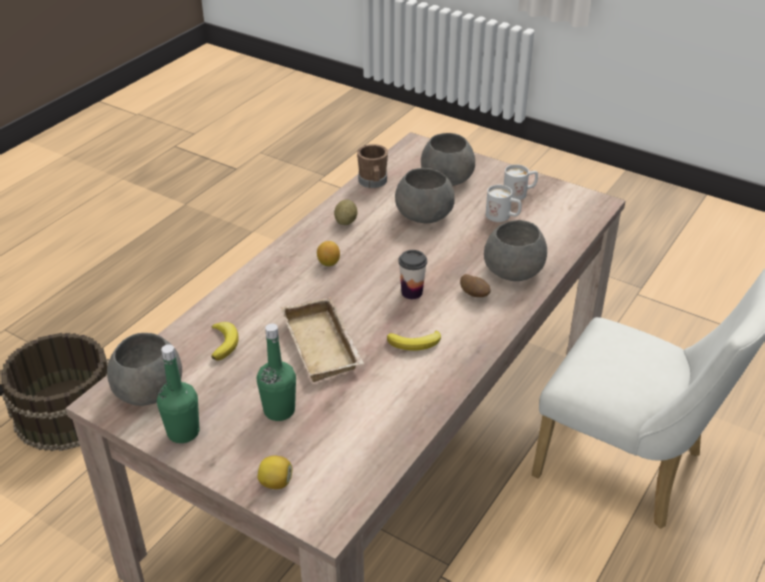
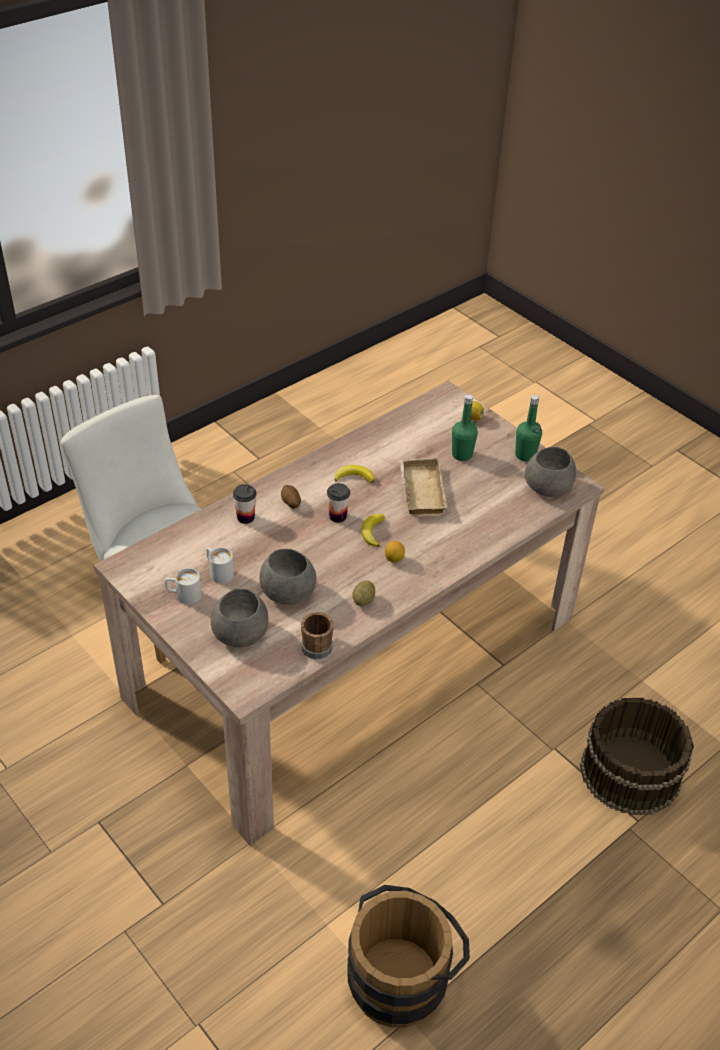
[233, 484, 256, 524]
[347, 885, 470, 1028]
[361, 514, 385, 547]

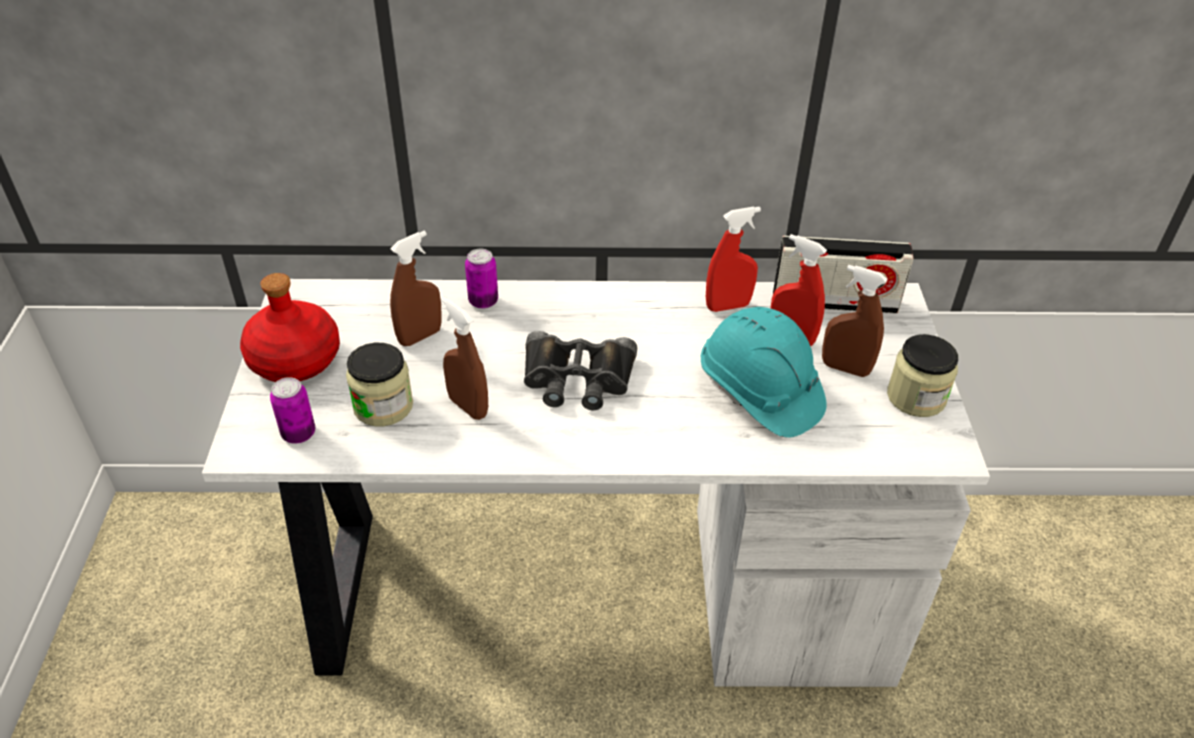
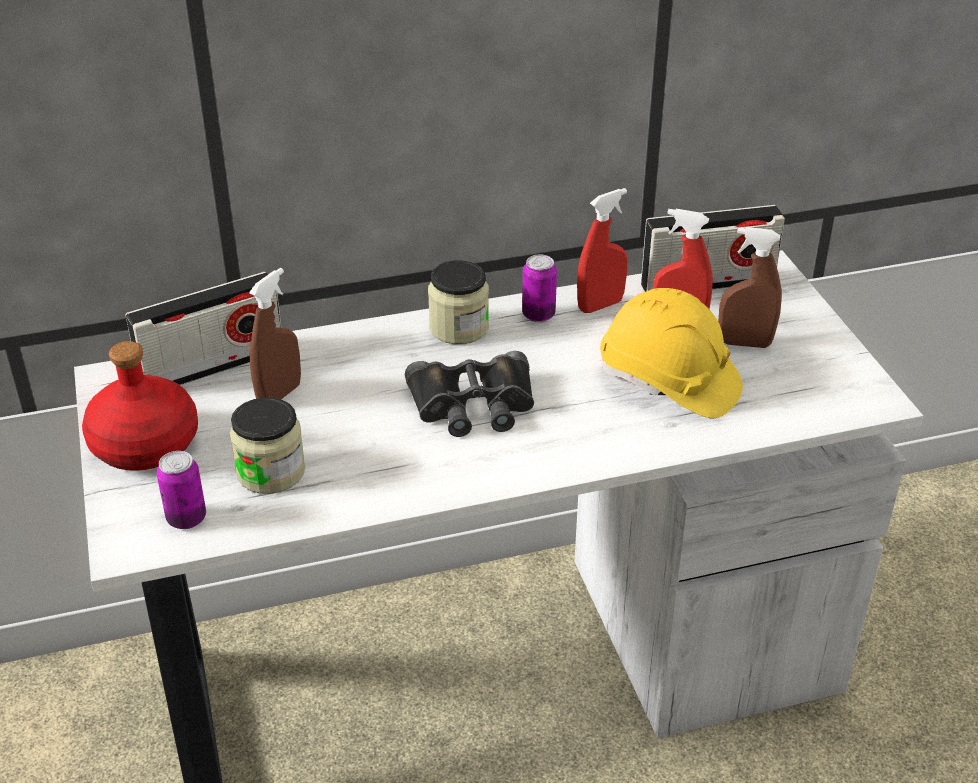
[125, 272, 281, 385]
[428, 260, 489, 344]
[522, 255, 557, 322]
[600, 288, 743, 418]
[442, 297, 488, 420] (first image)

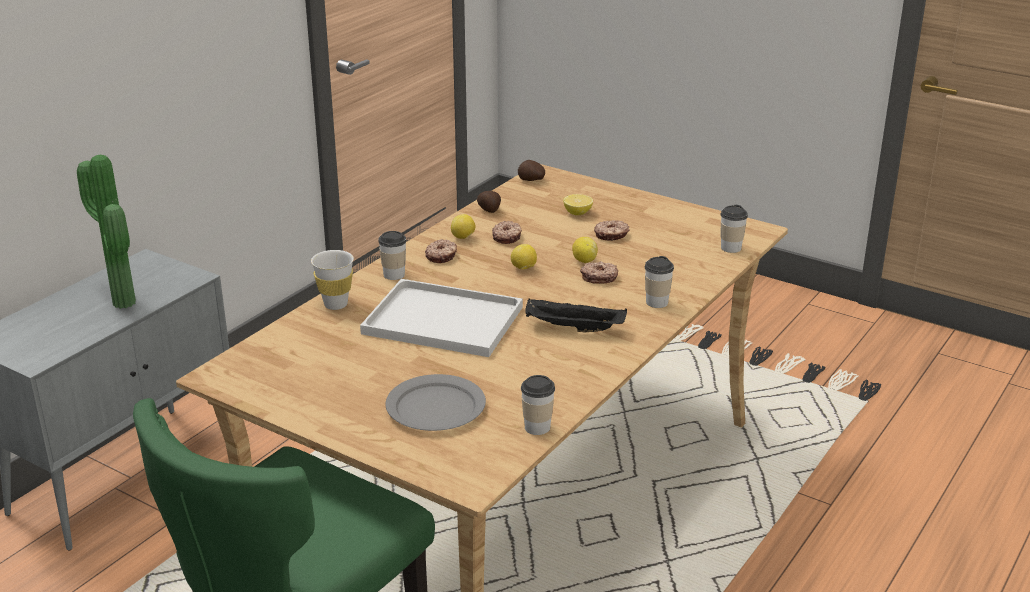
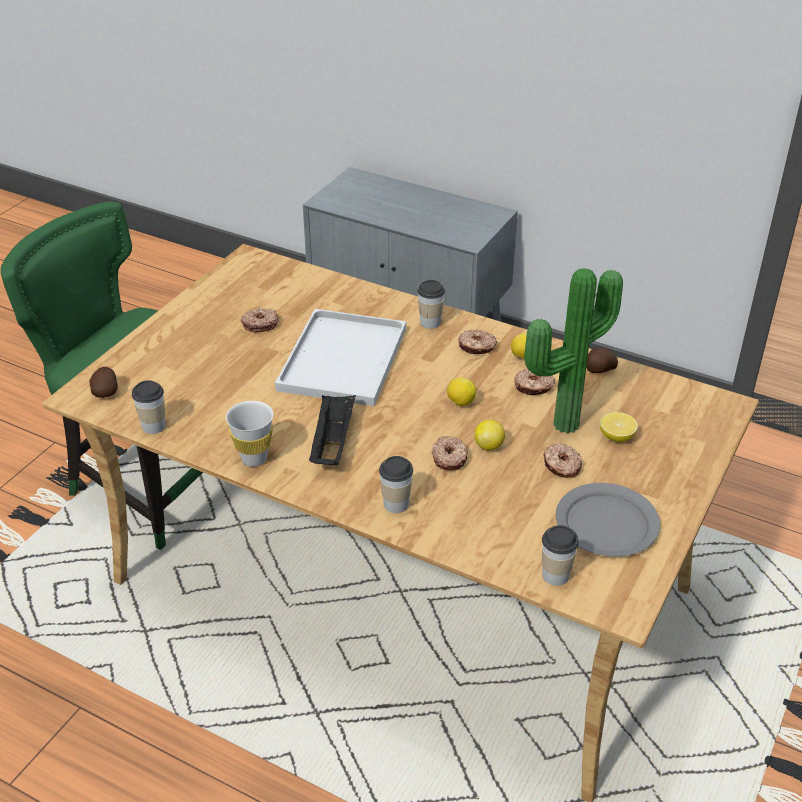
[90, 367, 118, 398]
[226, 401, 273, 467]
[240, 308, 278, 332]
[524, 268, 623, 434]
[556, 483, 660, 557]

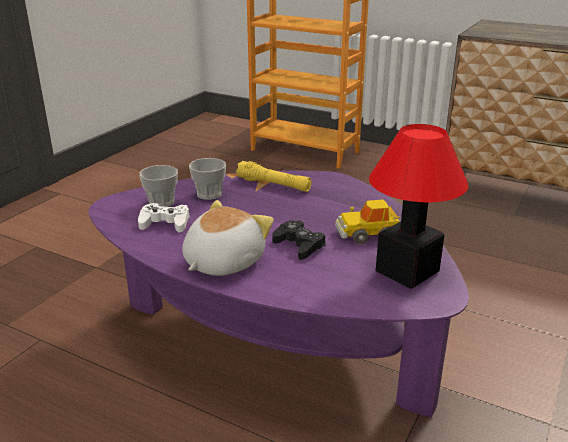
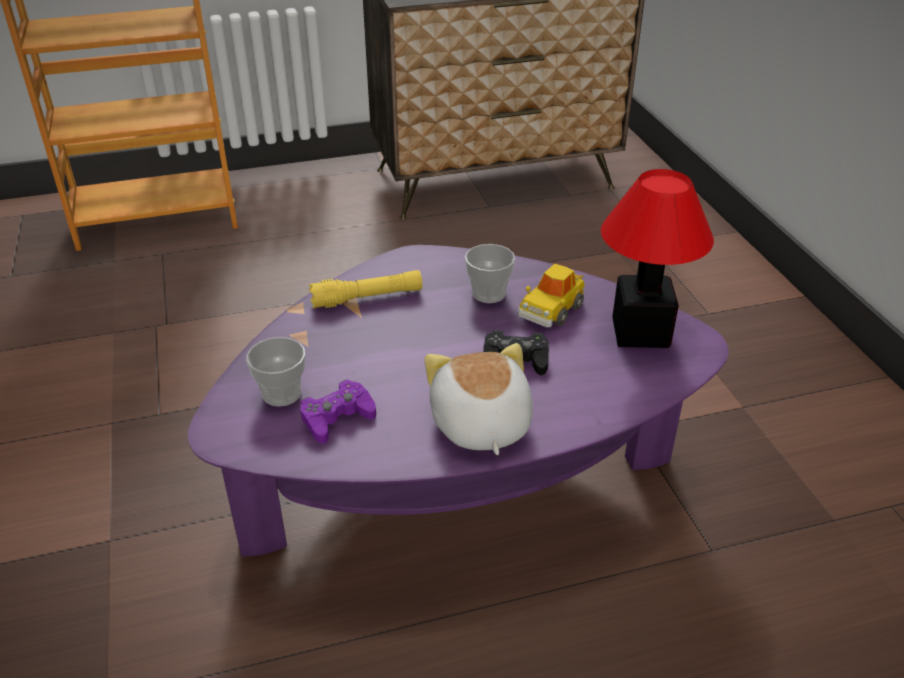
[300, 380, 376, 444]
[465, 244, 515, 303]

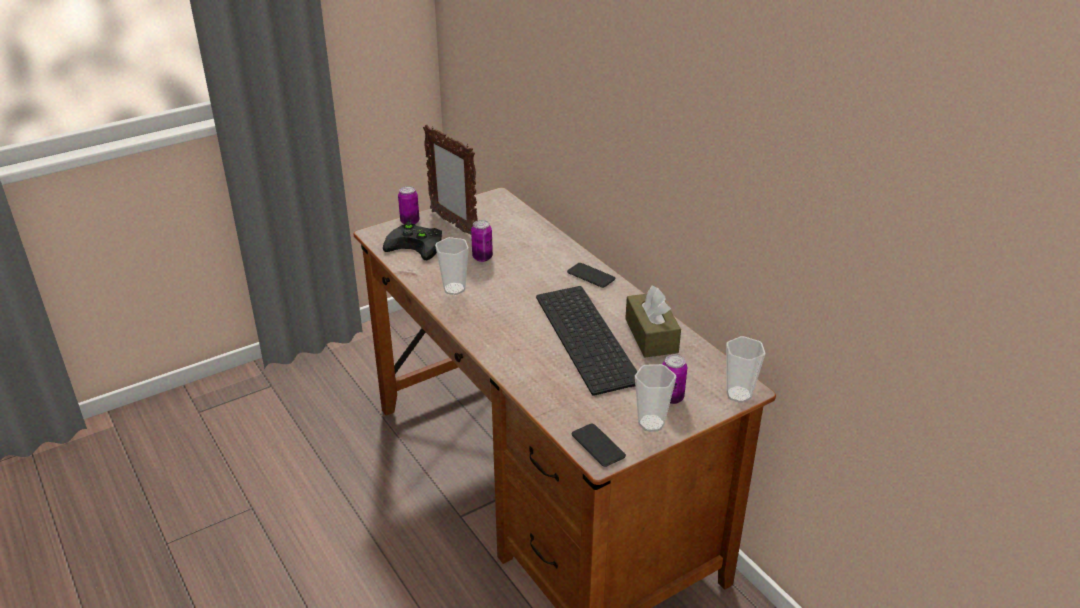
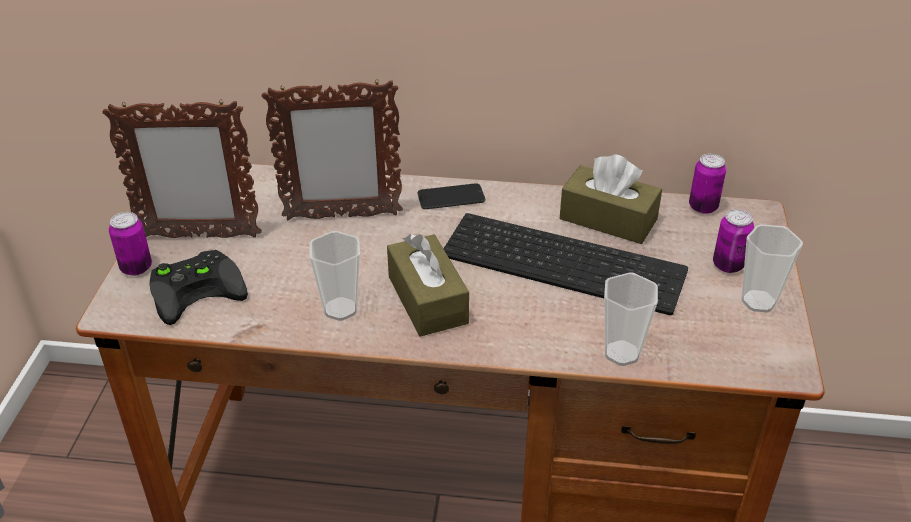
[262, 79, 403, 220]
[387, 234, 469, 337]
[604, 272, 658, 366]
[689, 154, 727, 214]
[572, 424, 626, 467] (first image)

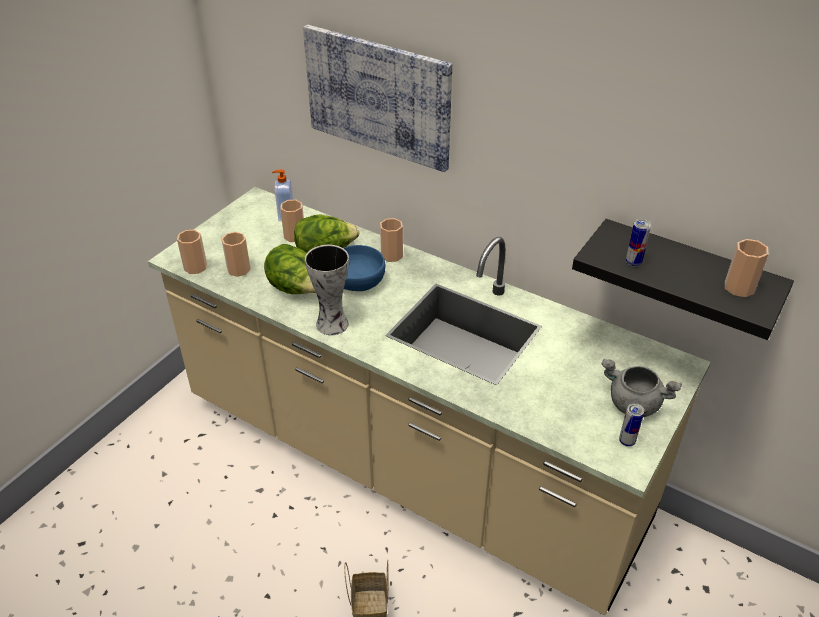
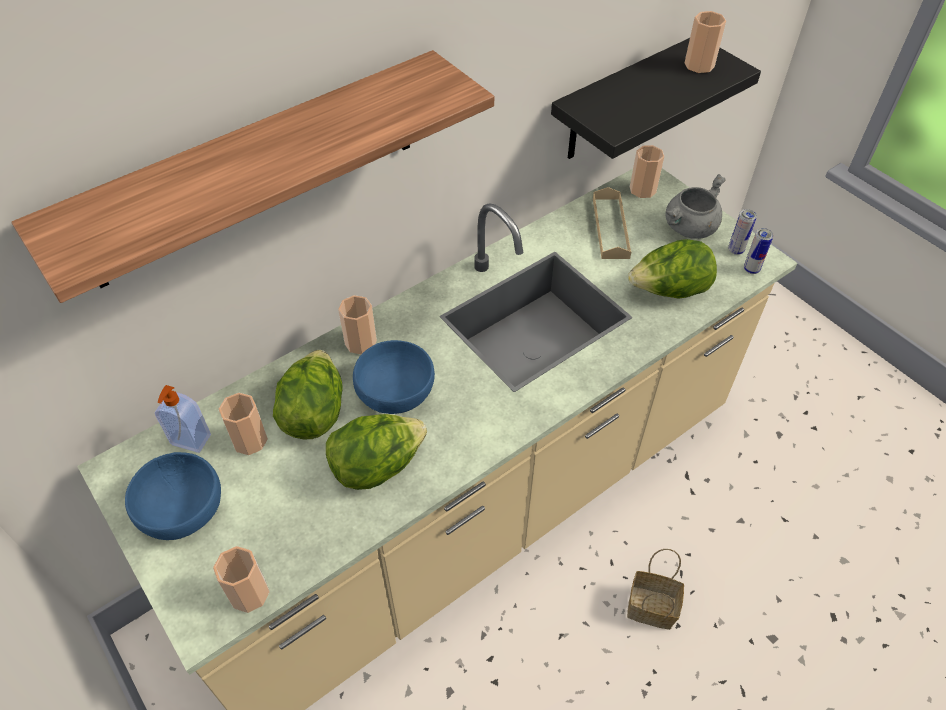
[11, 50, 494, 303]
[125, 452, 221, 540]
[593, 187, 631, 259]
[628, 239, 717, 299]
[630, 145, 664, 198]
[744, 228, 774, 274]
[305, 245, 349, 335] (first image)

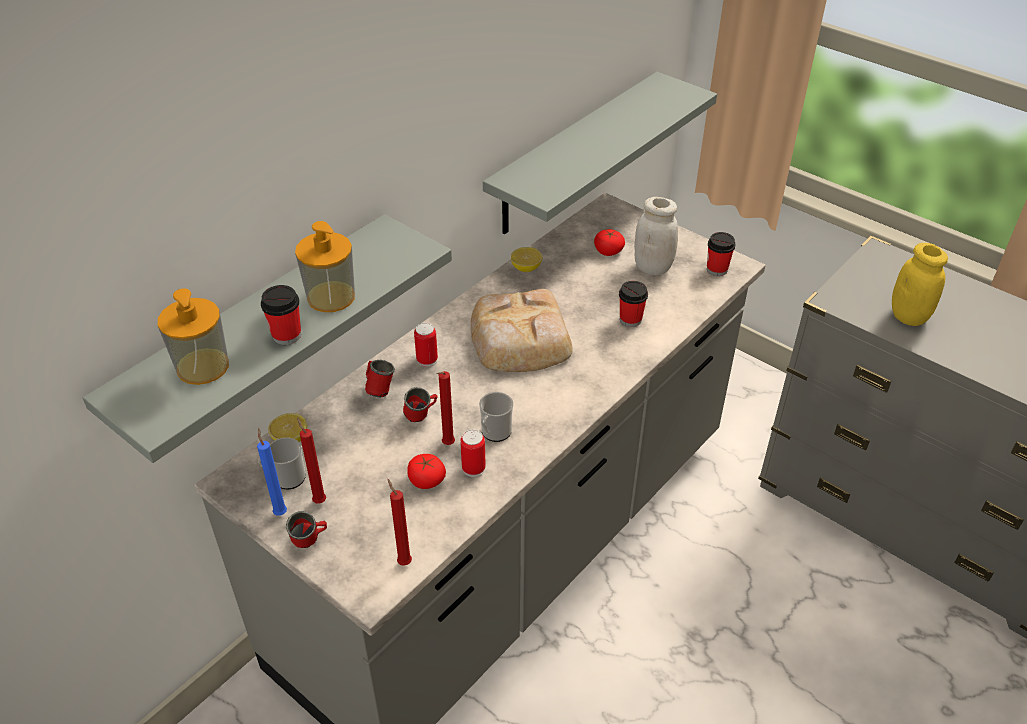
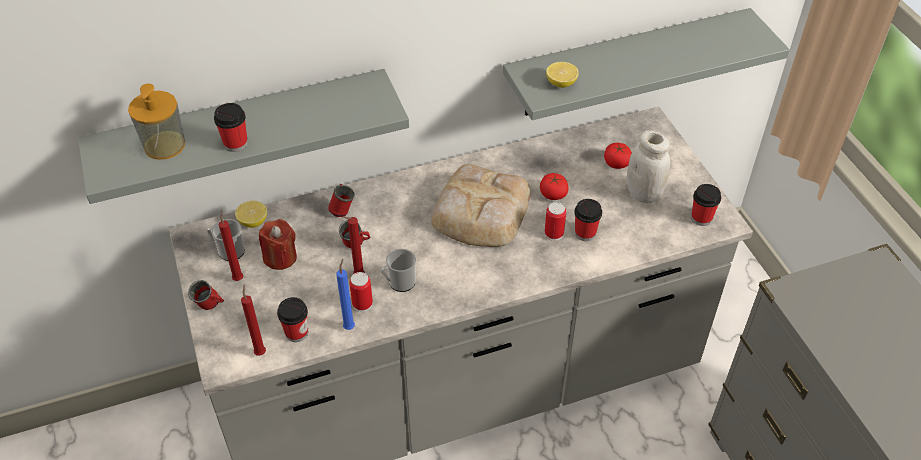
[259, 219, 297, 270]
[277, 297, 308, 342]
[336, 259, 355, 330]
[540, 173, 568, 200]
[545, 202, 566, 241]
[546, 62, 579, 88]
[295, 221, 355, 312] (first image)
[892, 243, 948, 326] (first image)

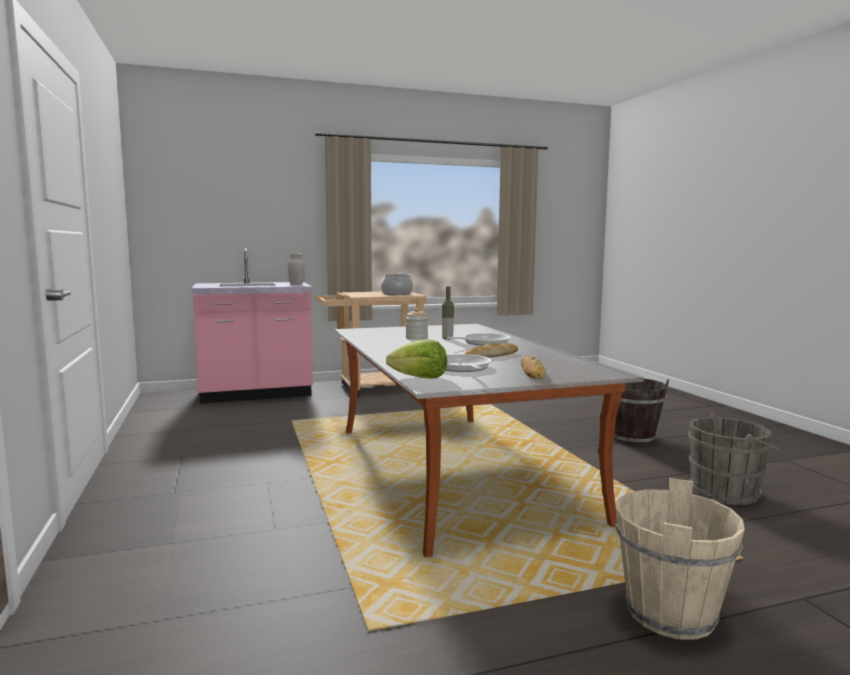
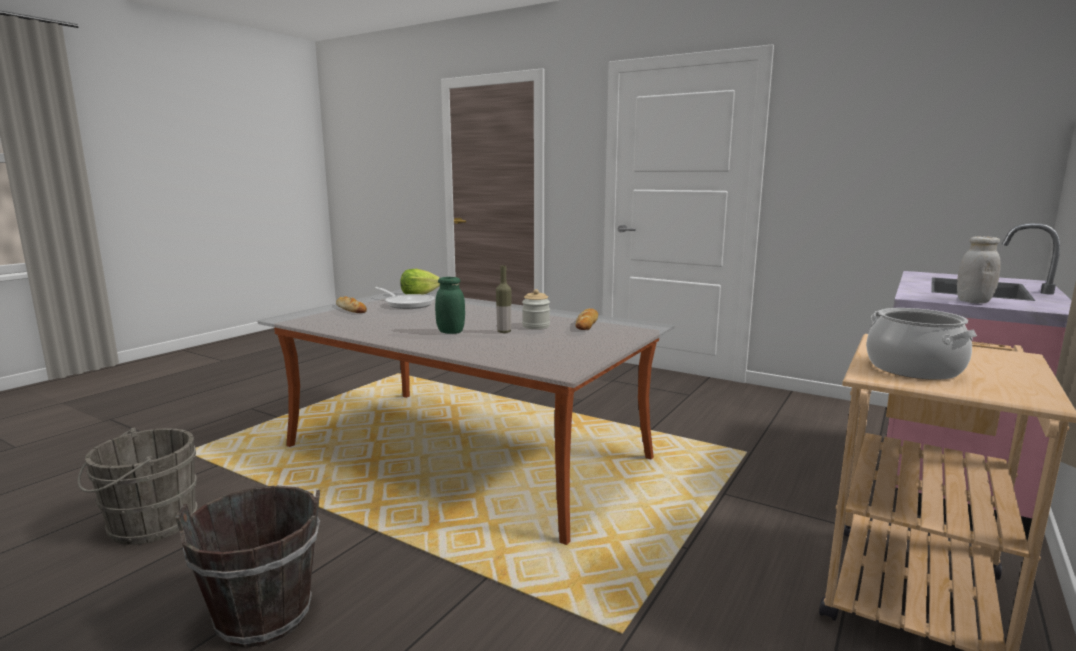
[435, 277, 465, 334]
[576, 308, 598, 330]
[615, 478, 745, 640] (first image)

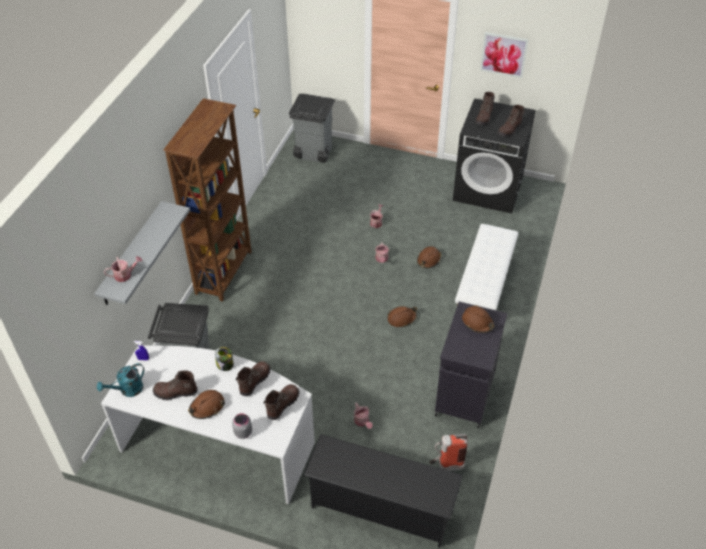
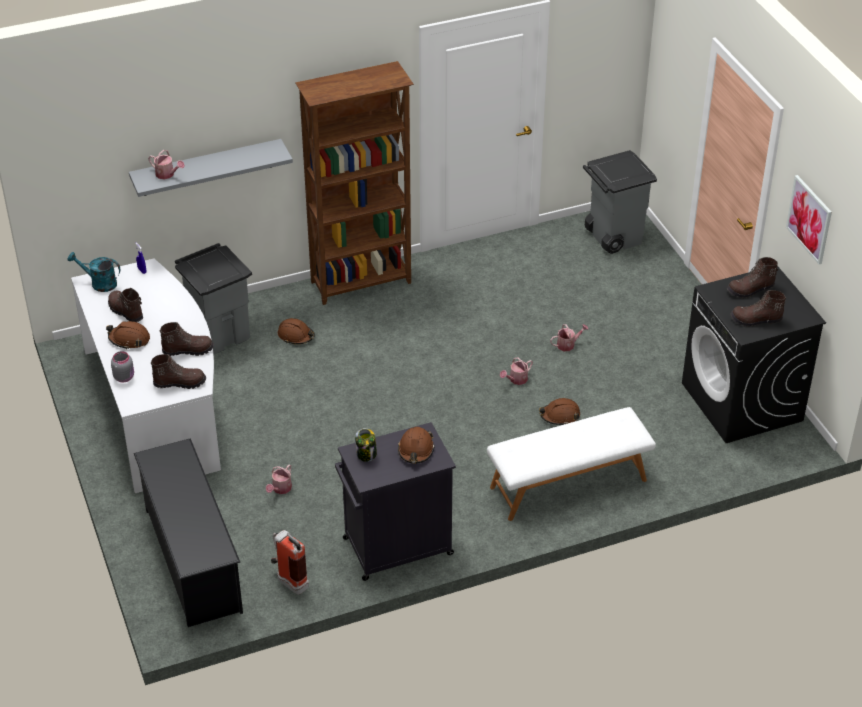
[278, 318, 315, 344]
[355, 428, 377, 462]

